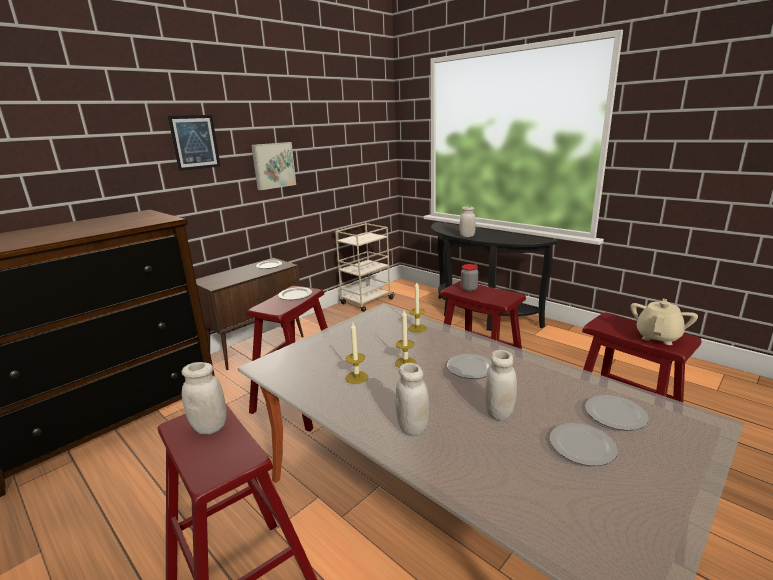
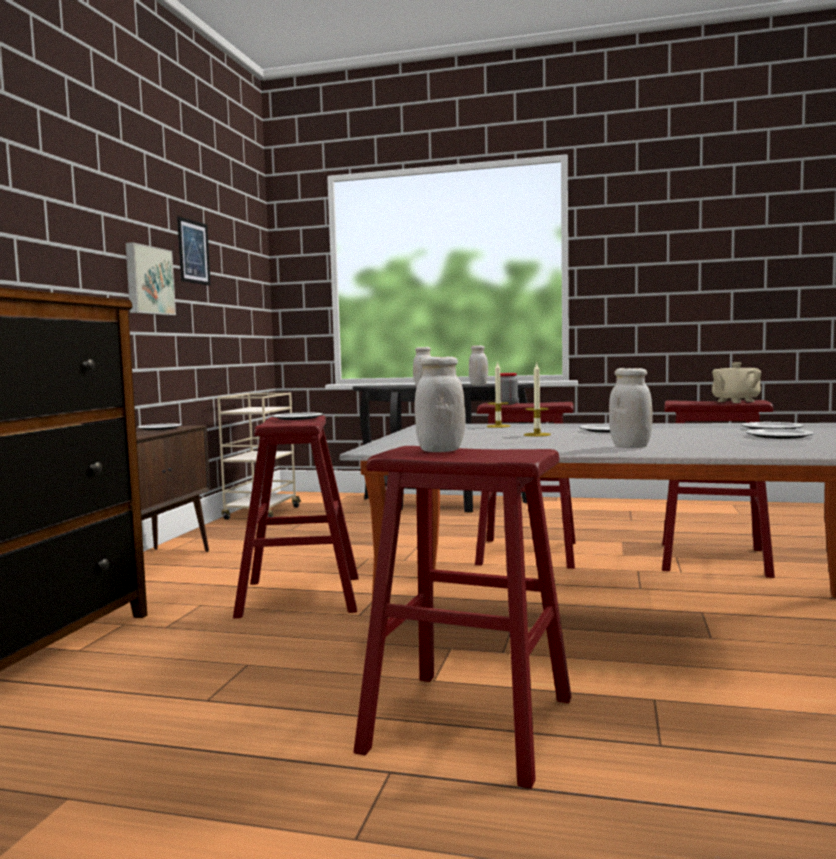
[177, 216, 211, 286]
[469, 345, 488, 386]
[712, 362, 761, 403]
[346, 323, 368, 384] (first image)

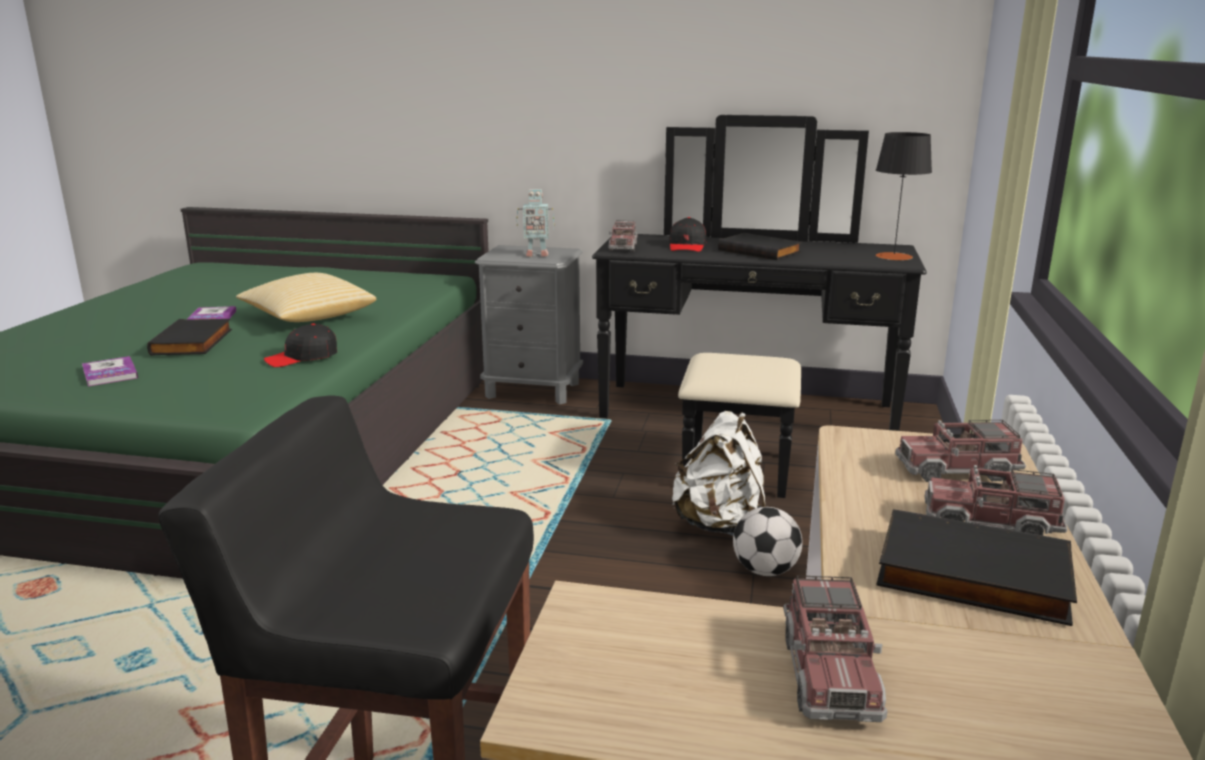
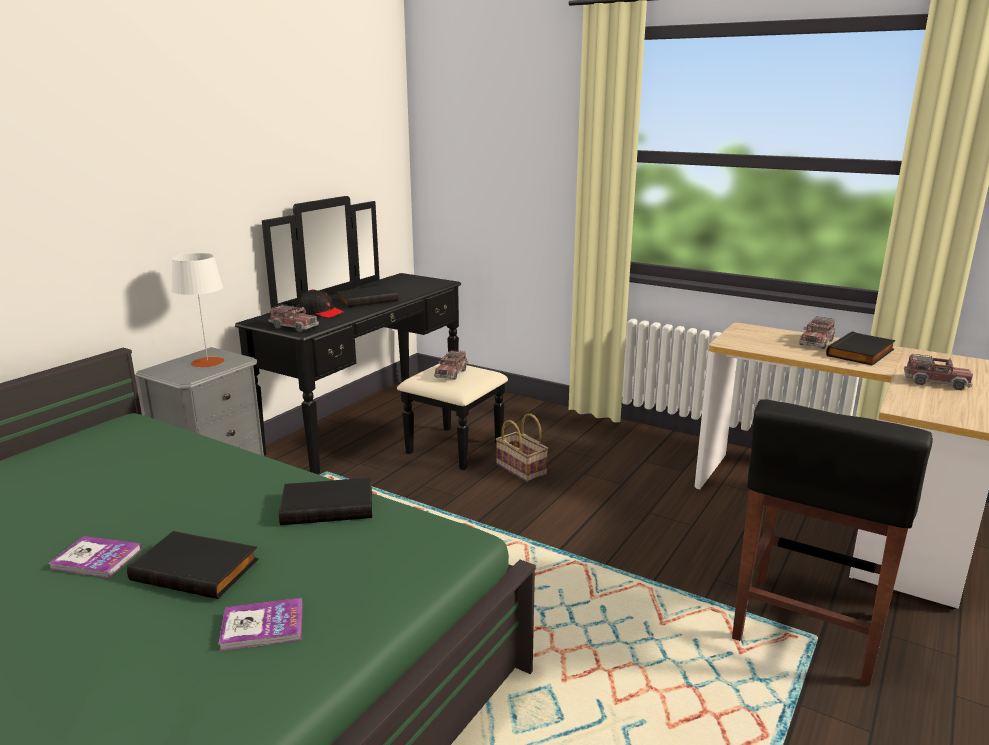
[171, 253, 225, 367]
[279, 478, 372, 525]
[434, 350, 469, 380]
[496, 413, 548, 482]
[236, 273, 376, 322] (first image)
[733, 507, 803, 576] (first image)
[876, 132, 932, 261] (first image)

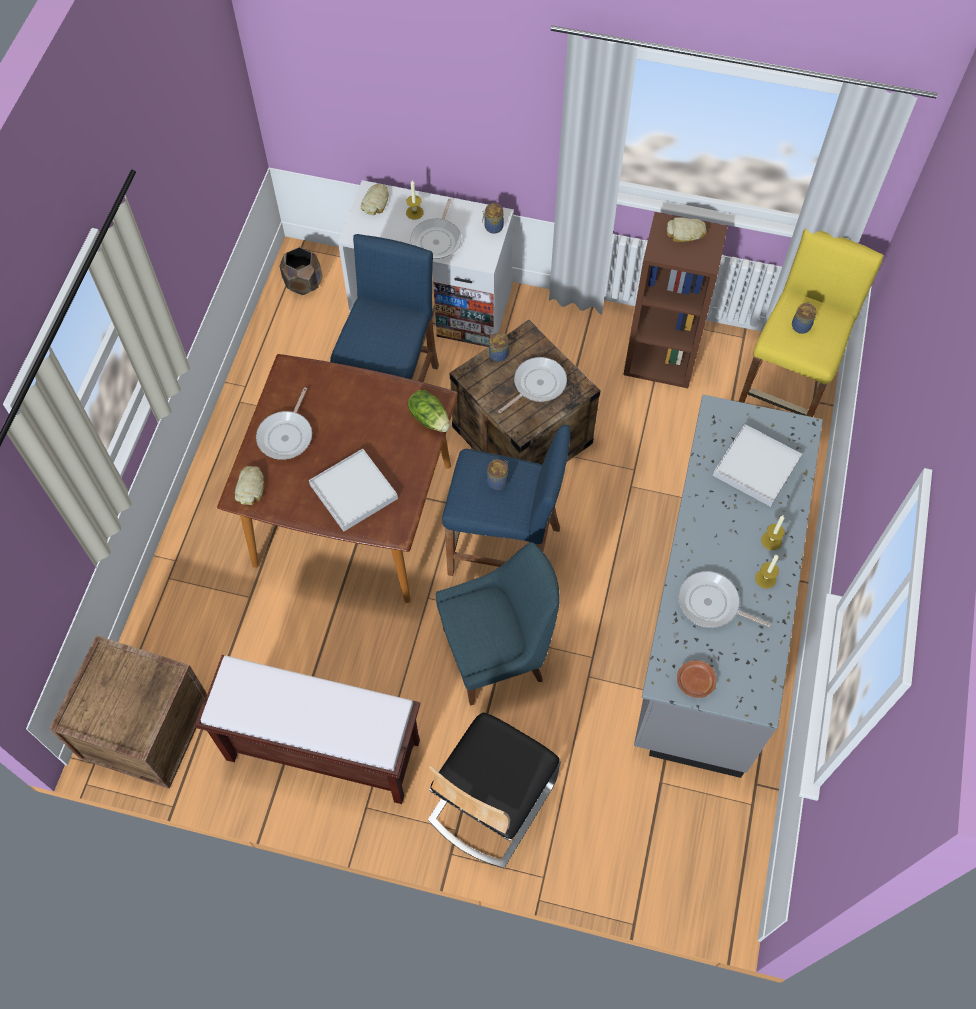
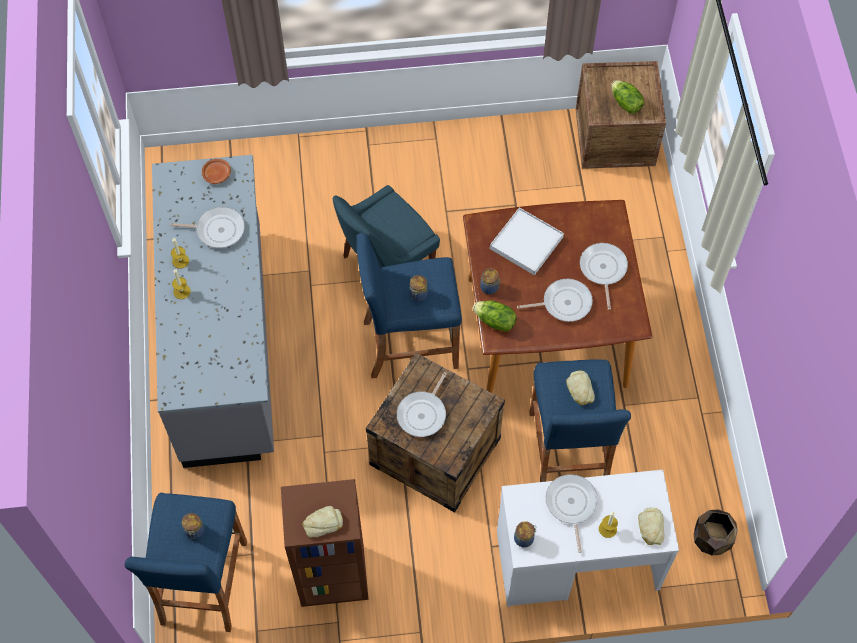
[125, 493, 247, 632]
[480, 268, 501, 294]
[517, 279, 593, 322]
[566, 370, 595, 405]
[611, 80, 644, 114]
[195, 655, 420, 804] (first image)
[428, 712, 561, 868] (first image)
[713, 424, 802, 507] (first image)

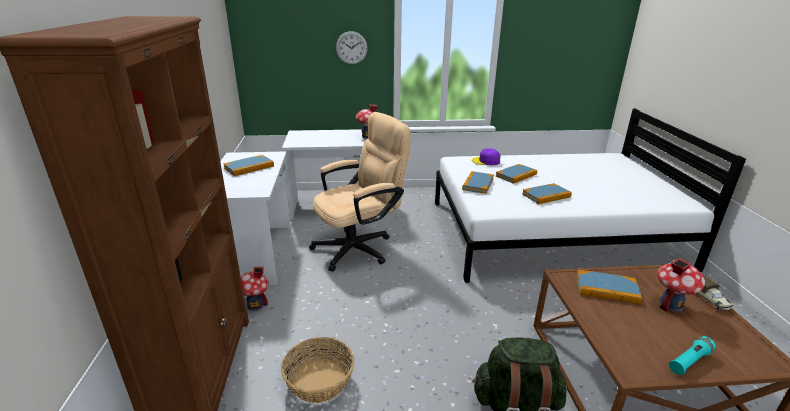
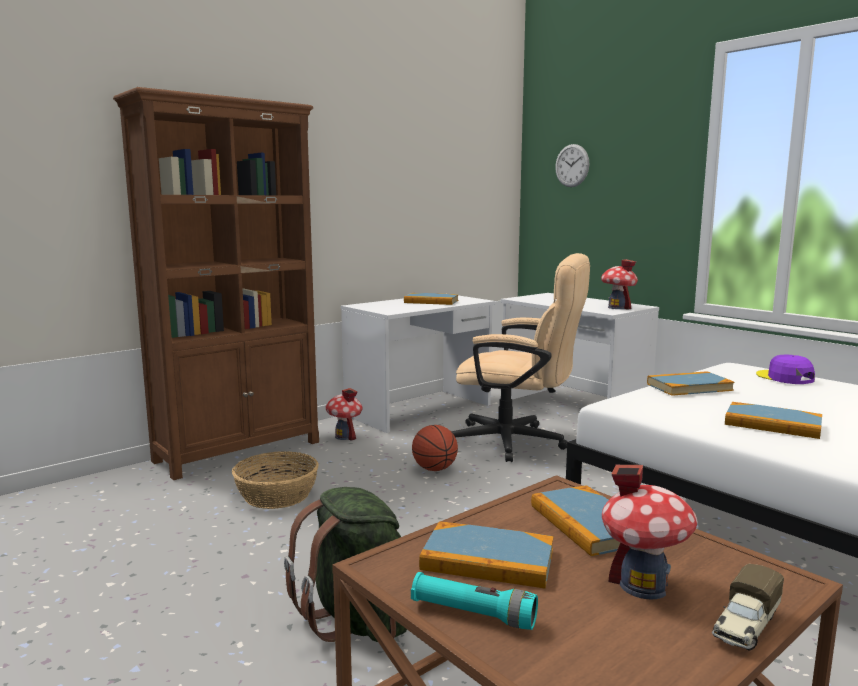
[412, 425, 458, 471]
[419, 521, 554, 589]
[555, 144, 589, 187]

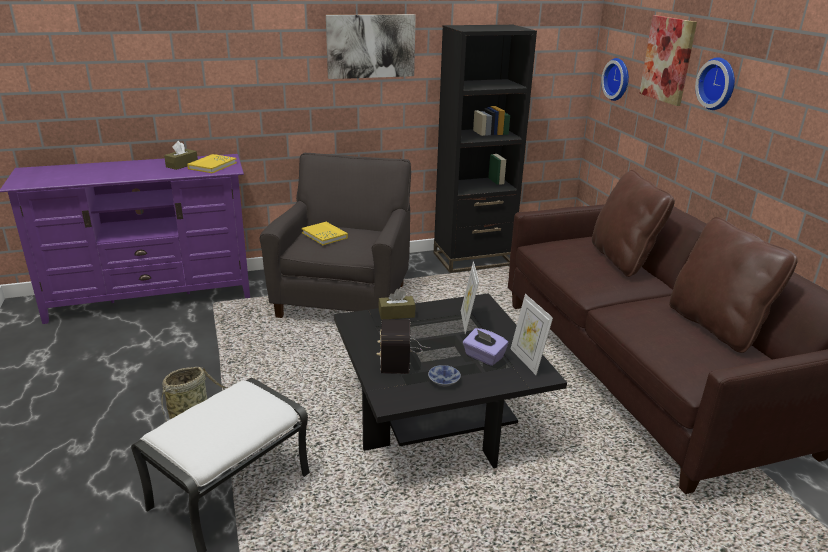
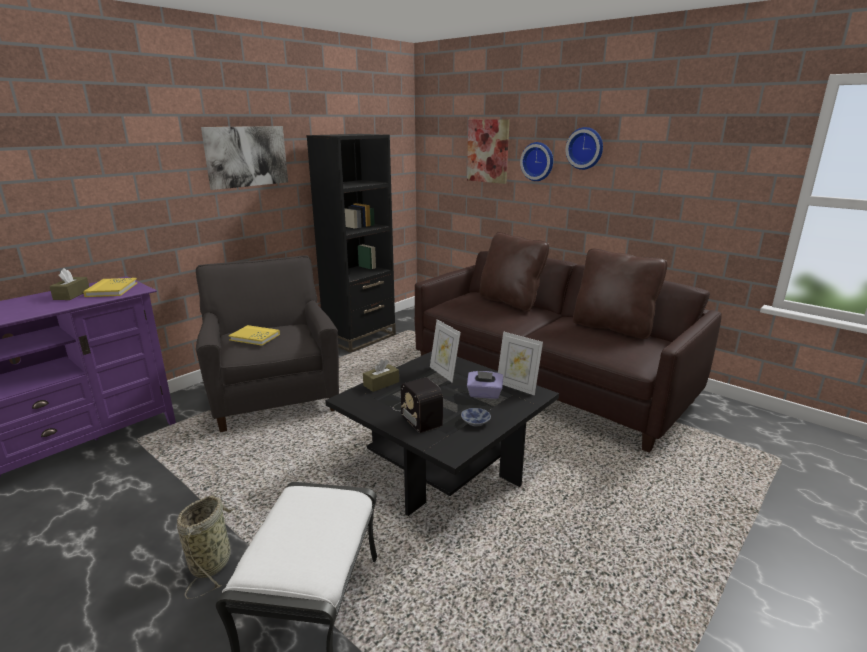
[566, 127, 603, 170]

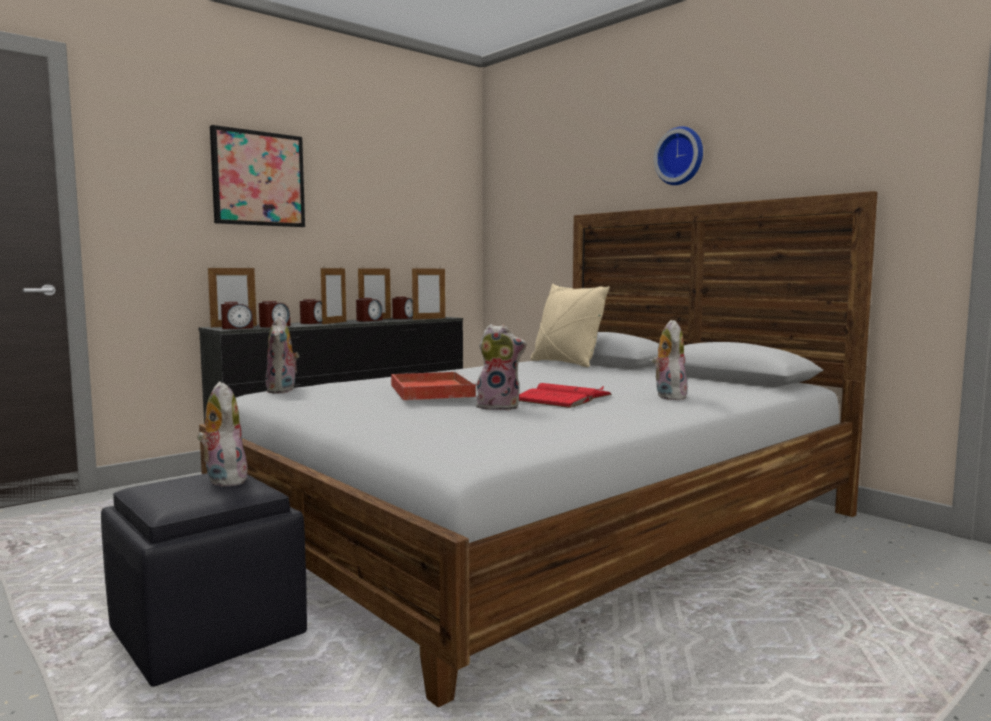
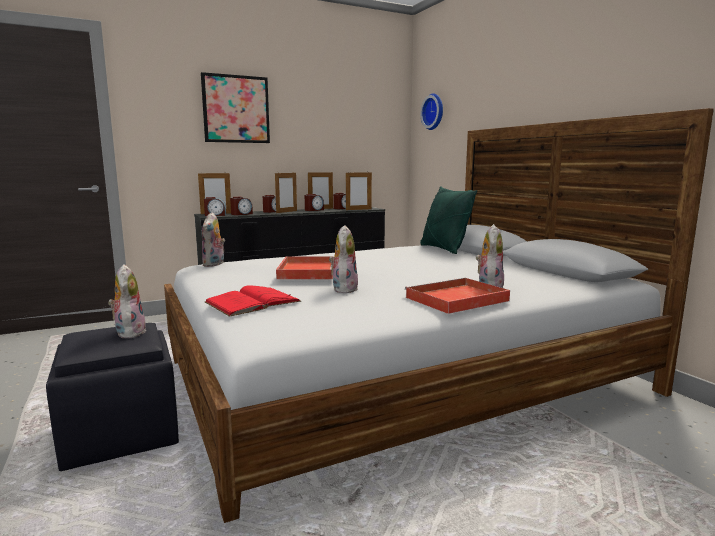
[205, 285, 301, 317]
[329, 225, 358, 293]
[405, 277, 510, 314]
[420, 93, 443, 130]
[420, 186, 478, 254]

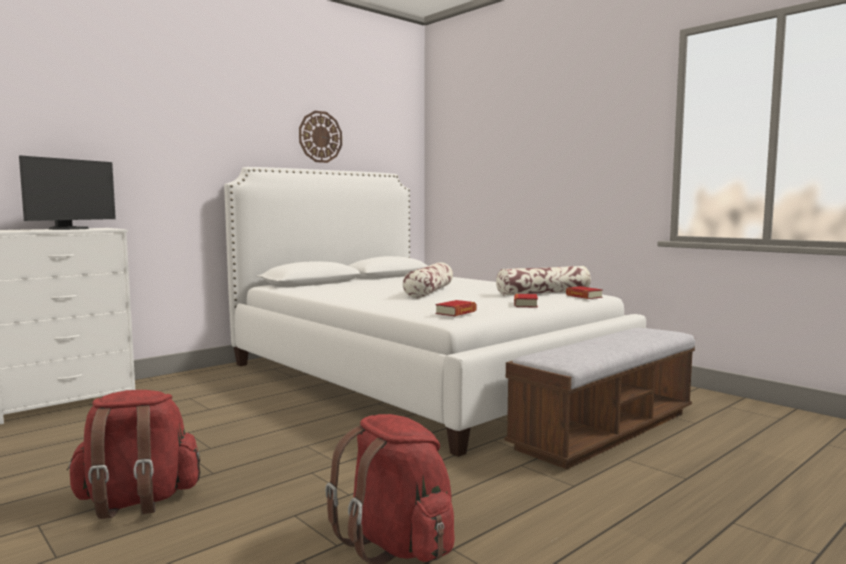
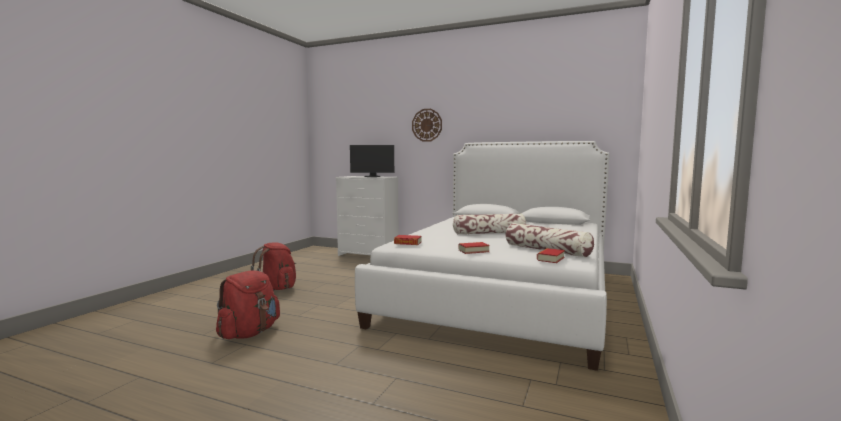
[412, 109, 442, 142]
[505, 328, 695, 469] (first image)

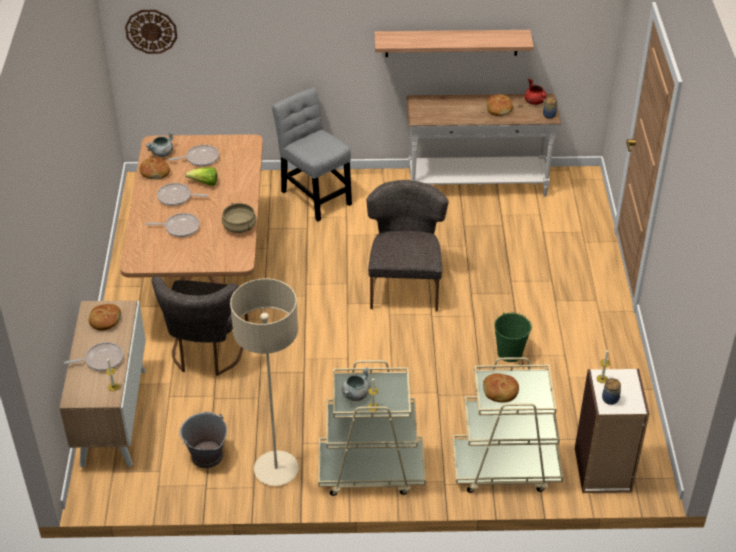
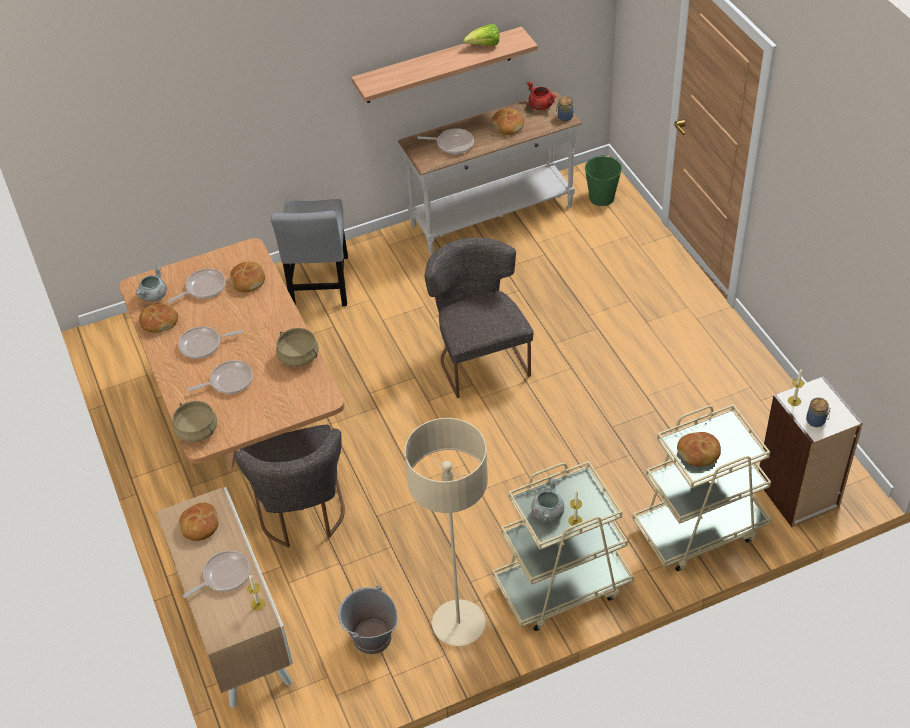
[172, 401, 217, 442]
[230, 262, 265, 292]
[271, 199, 348, 306]
[417, 129, 474, 154]
[463, 24, 500, 46]
[585, 155, 622, 206]
[125, 10, 177, 54] (first image)

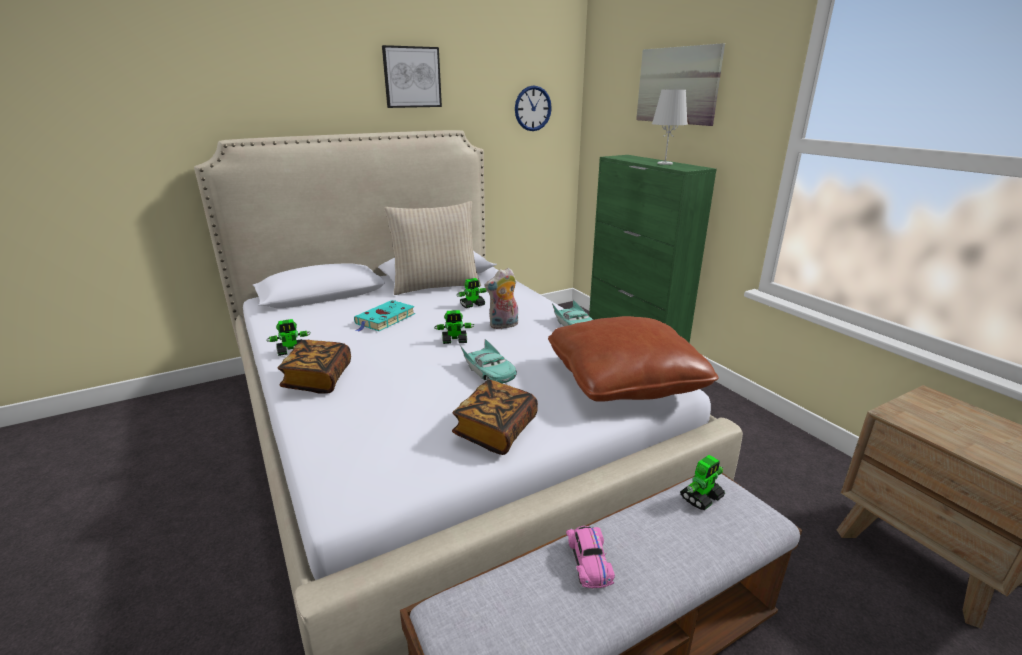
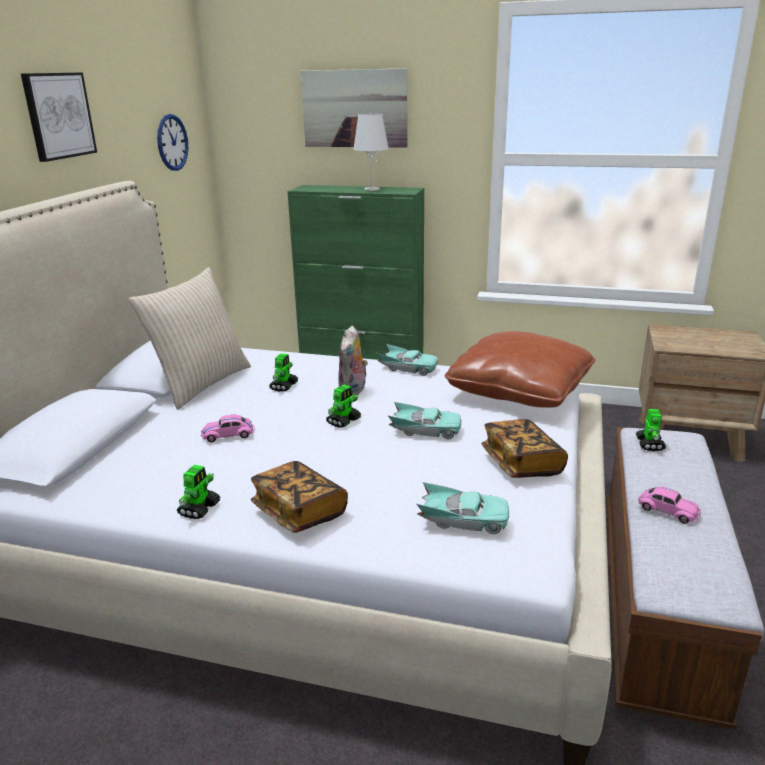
[201, 415, 255, 442]
[417, 482, 509, 534]

